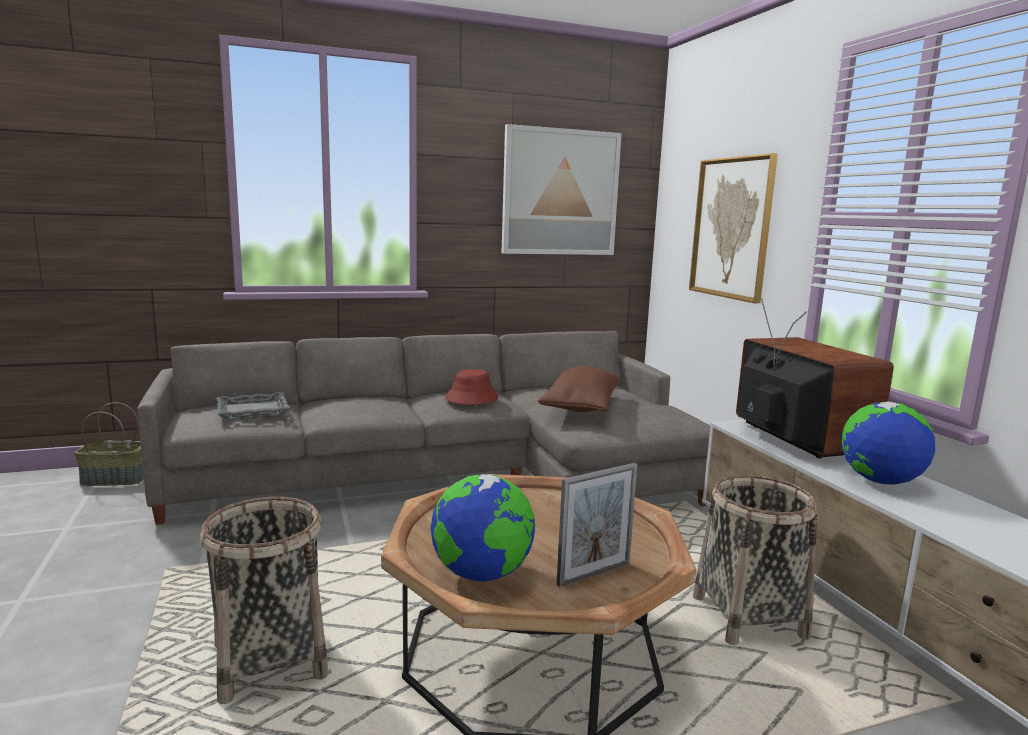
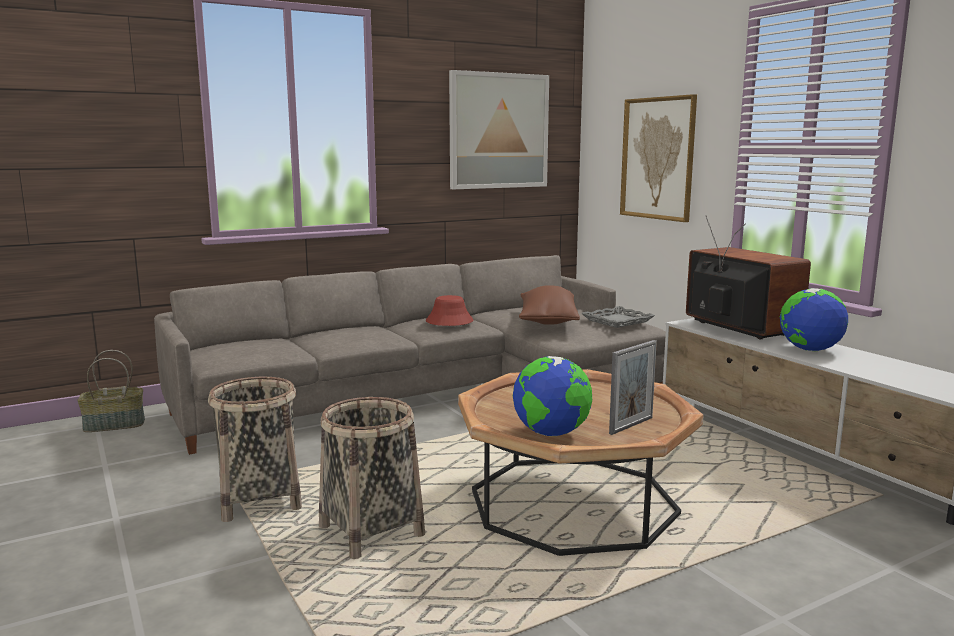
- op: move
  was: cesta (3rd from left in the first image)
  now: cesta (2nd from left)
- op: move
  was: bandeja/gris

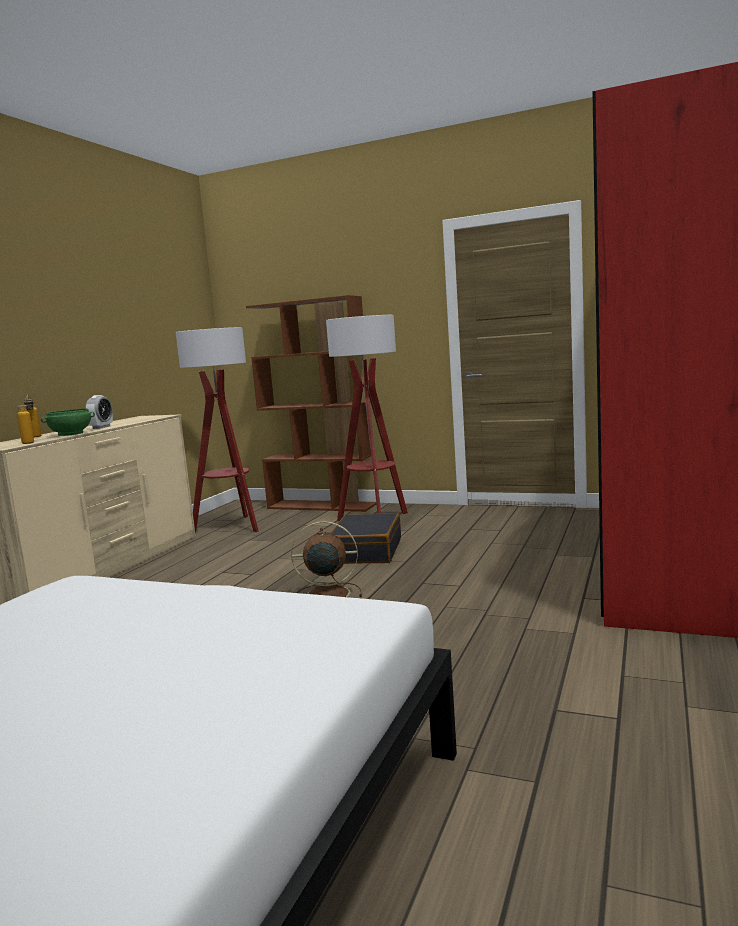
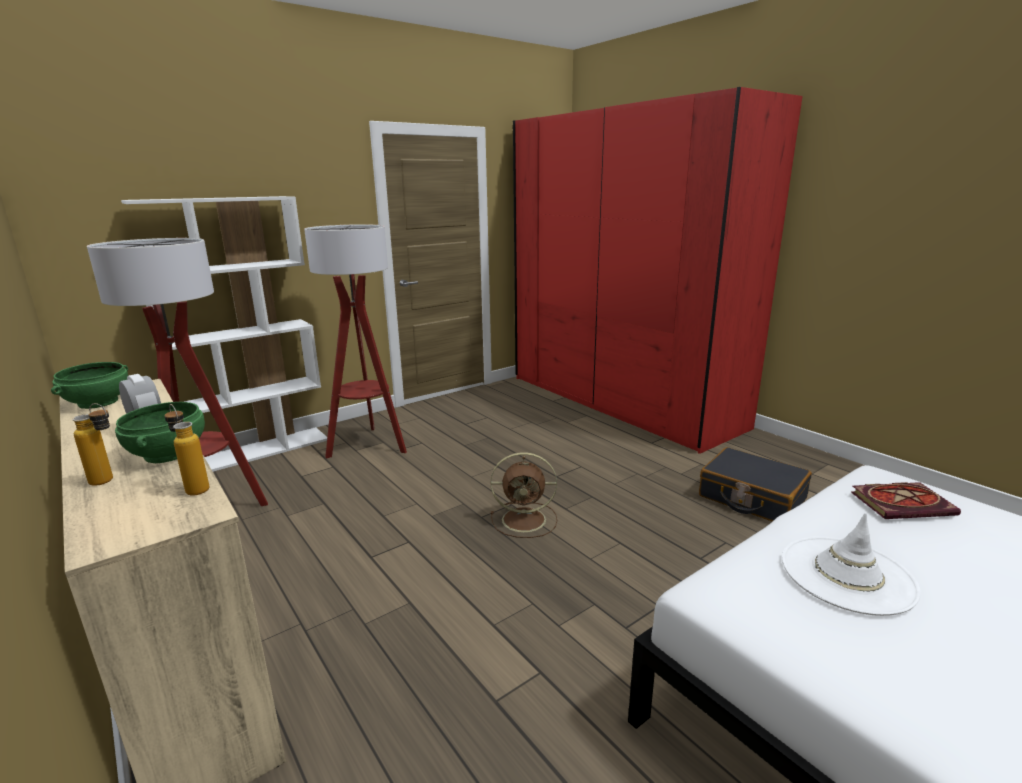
- op: insert
  now: cuenco/verde (1st from left)
- op: recolor
  was: estantería/marrón
  now: estantería/blanco
- op: rotate
  was: ventilador/marrón
  clockwise: -120
- op: move
  was: maleta/negro
- op: insert
  now: sombrero/blanco
- op: insert
  now: libro

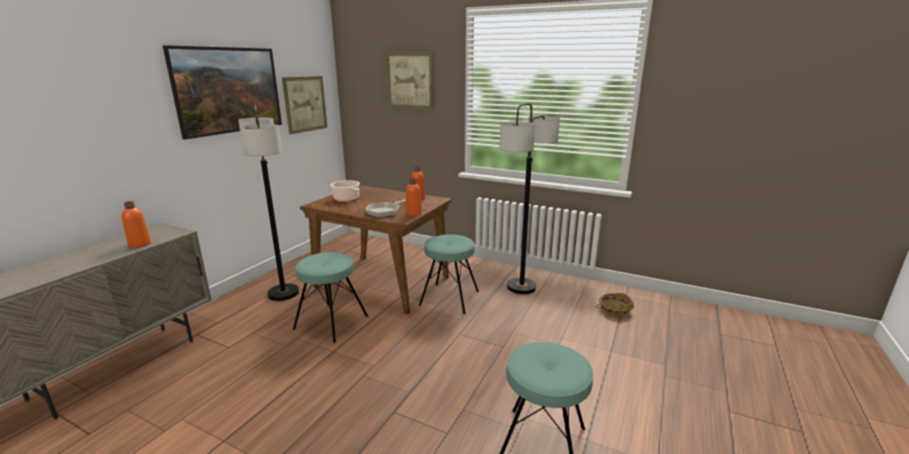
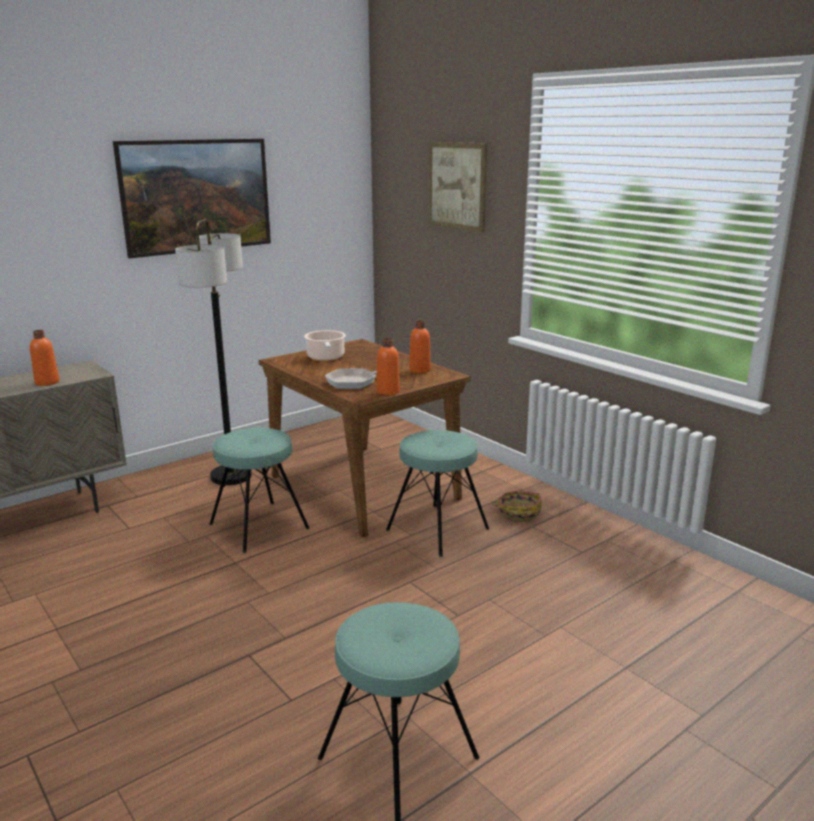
- op: move
  was: cesta
- op: delete
  was: cuadro (2nd from left)
- op: delete
  was: lámpara de pie (2nd from left)

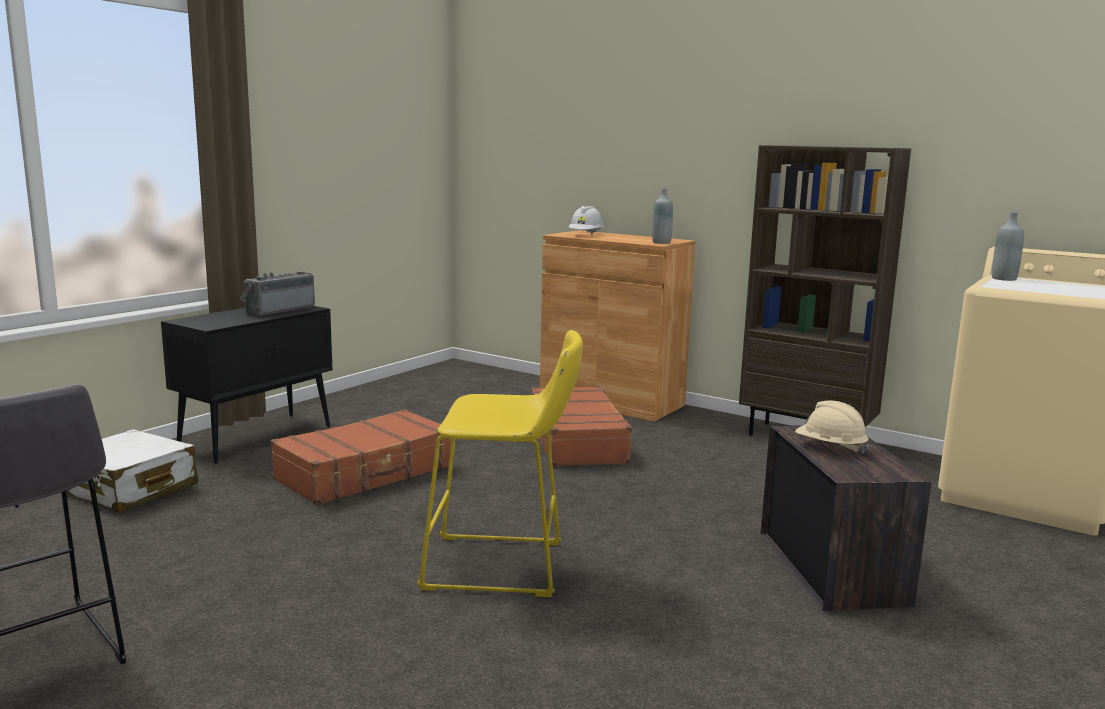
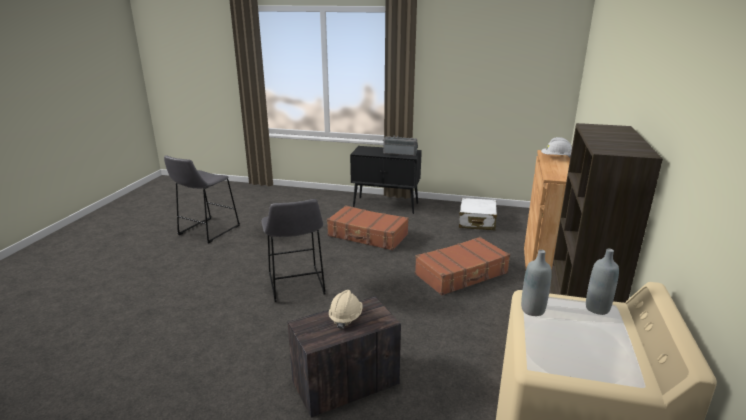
- op: recolor
  was: taburete/amarillo
  now: taburete/gris (2nd from left)
- op: move
  was: maleta/blanco
- op: move
  was: botella/gris (1st from left)

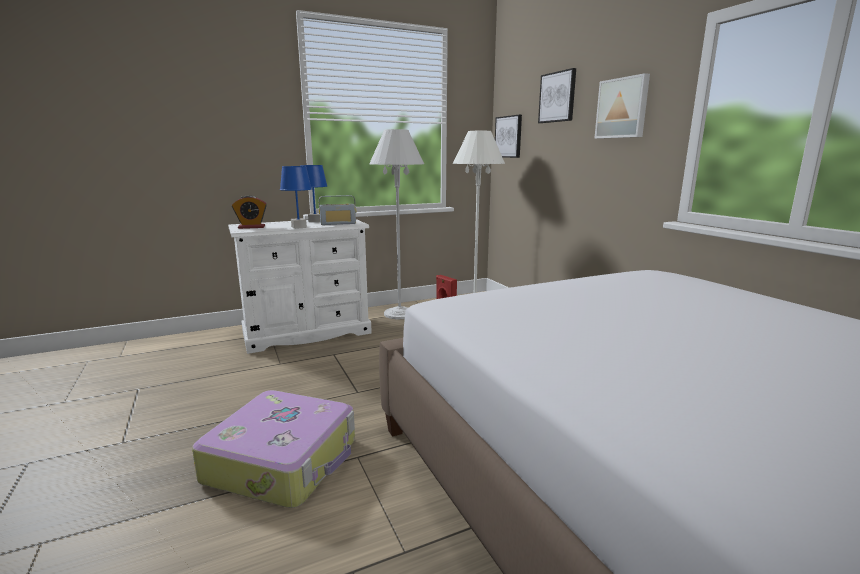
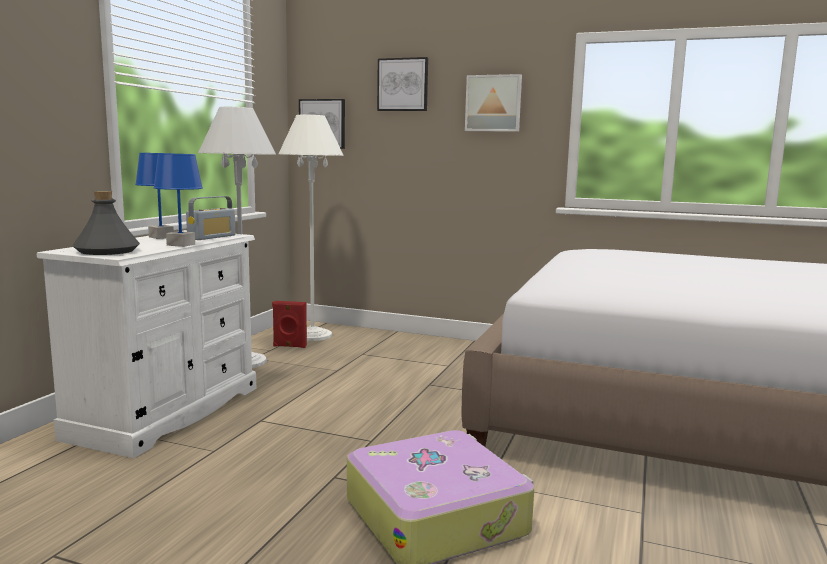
- op: replace
  was: despertador
  now: botella/gris

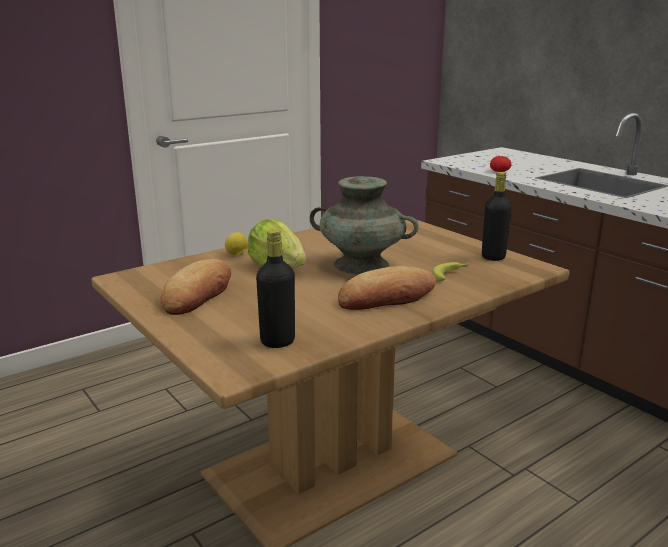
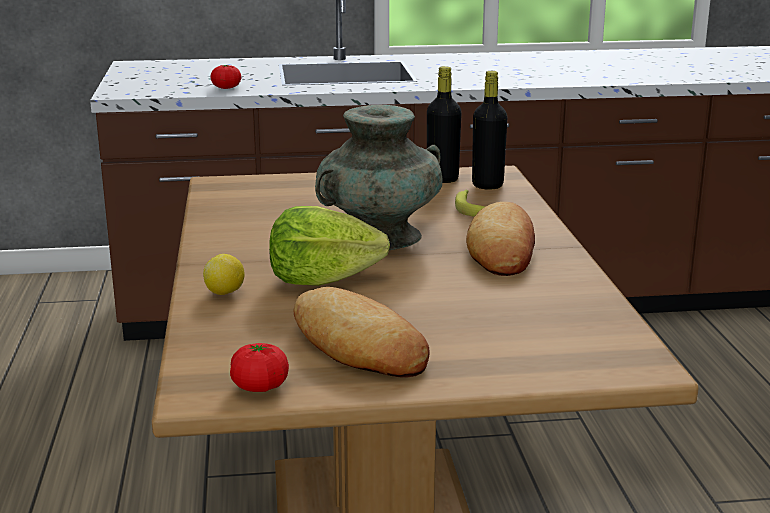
- op: insert
  now: tomate (2nd from left)
- op: move
  was: botella/negro (1st from left in the first image)
  now: botella/negro (2nd from left)

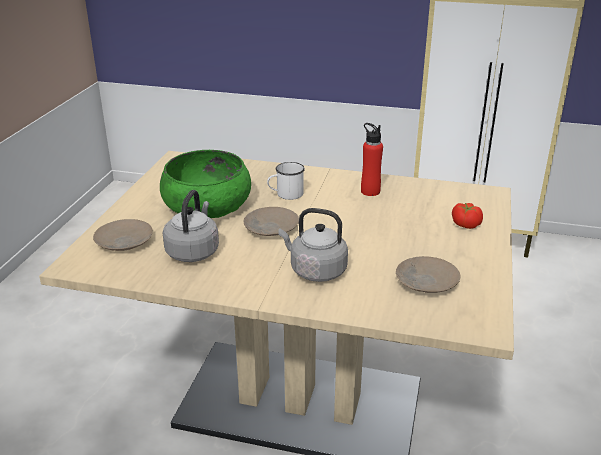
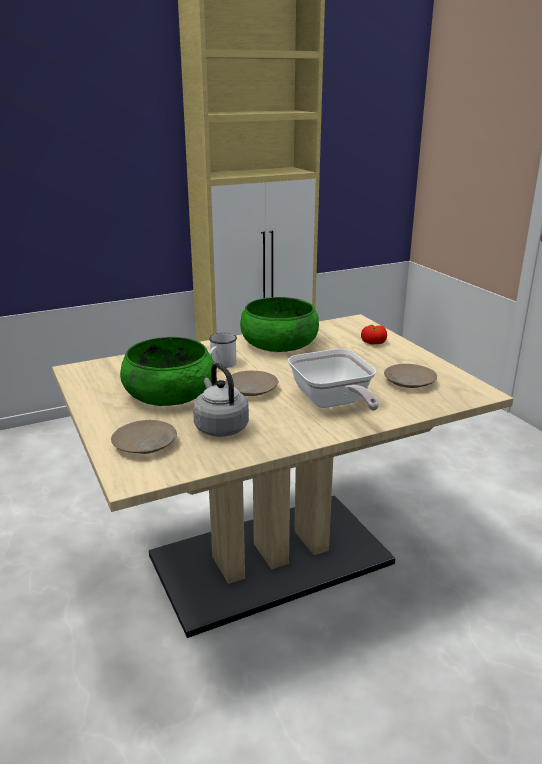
- op: replace
  was: botella/rojo
  now: cuenco/verde (2nd from left)
- op: replace
  was: hervidor/gris (2nd from left)
  now: sartén

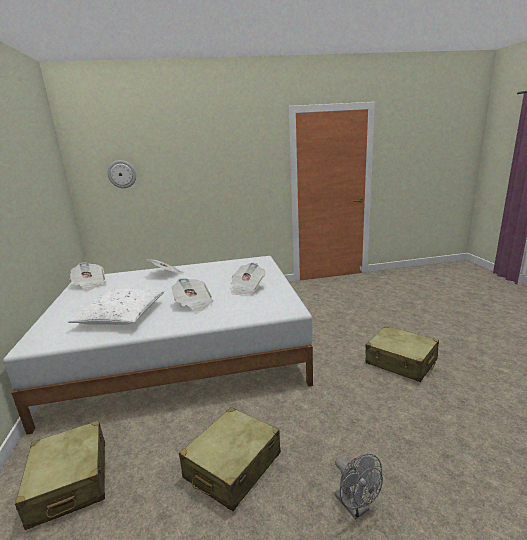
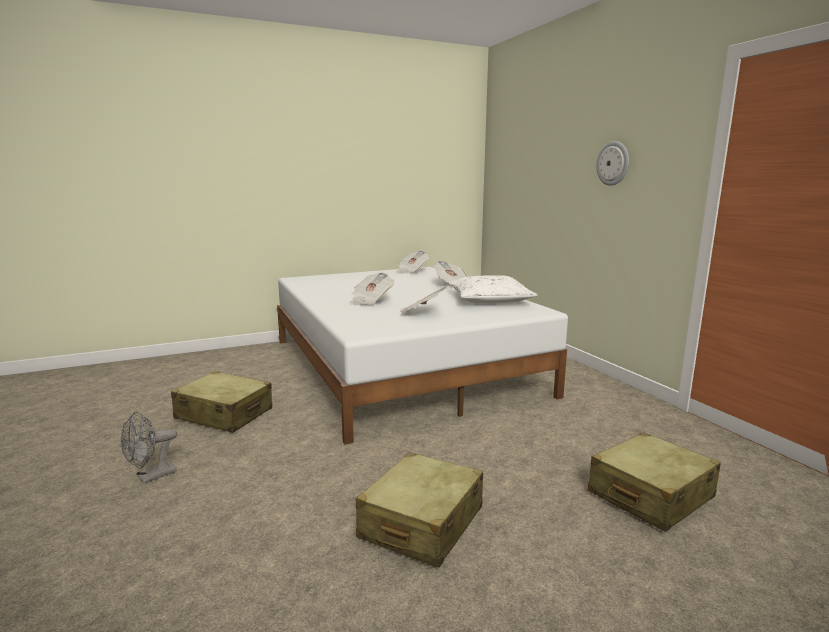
- op: move
  was: cojín/blanco
- op: move
  was: maleta/beis (1st from left in the first image)
  now: maleta/beis (3rd from left)
- op: move
  was: reloj de pared

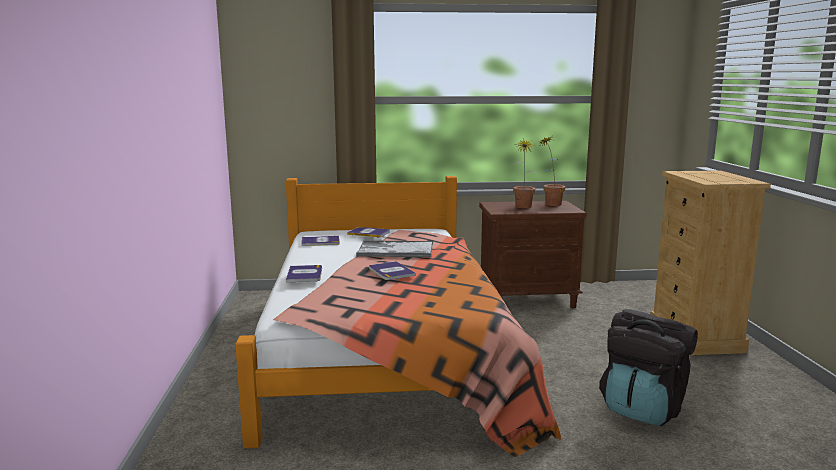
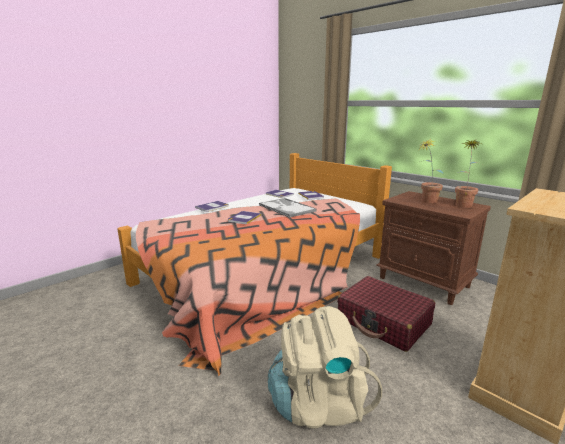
- op: recolor
  was: mochila/negro
  now: mochila/beis
- op: insert
  now: maleta/rojo

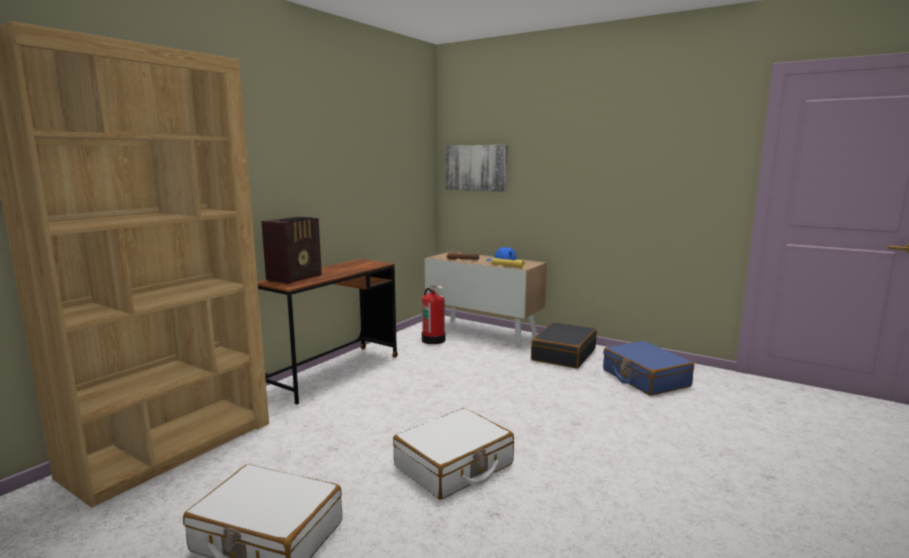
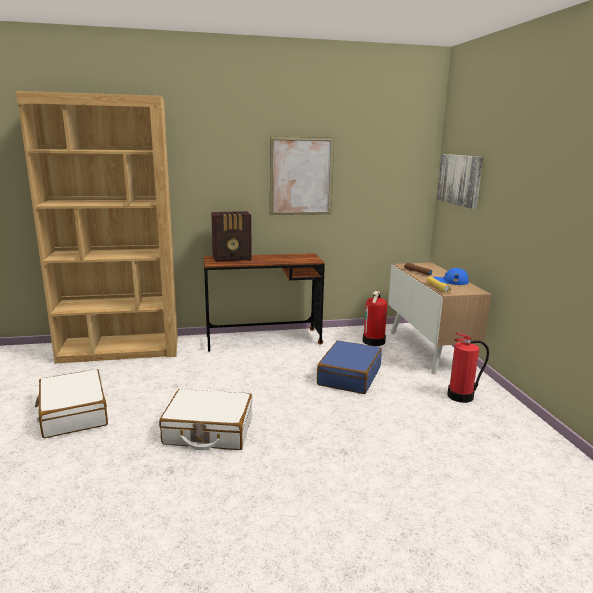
- op: insert
  now: cuadro (1st from left)
- op: move
  was: maleta/azul
- op: replace
  was: maleta/negro
  now: extintor (2nd from left)

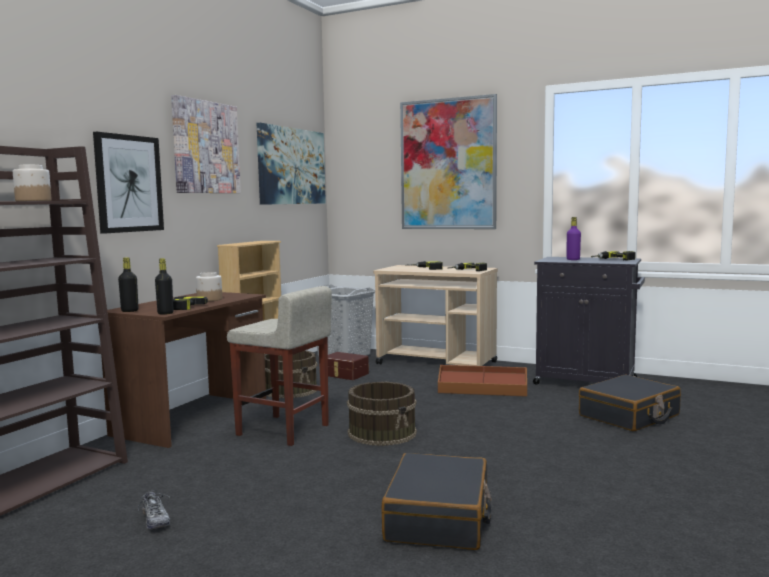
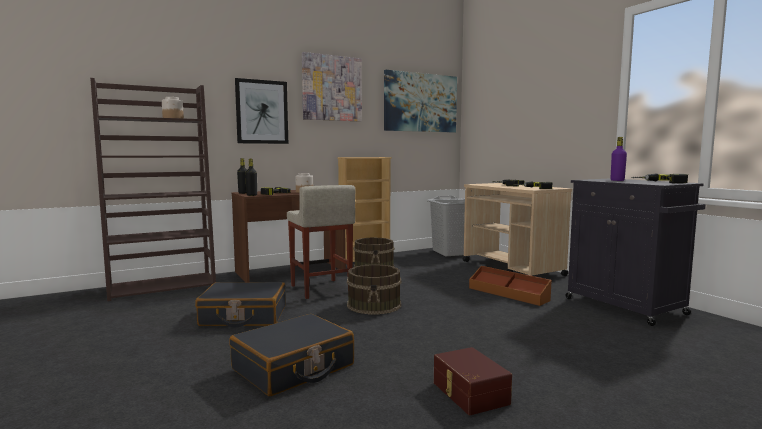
- op: move
  was: maleta/negro (2nd from left in the first image)
  now: maleta/negro (1st from left)
- op: move
  was: caja de almacenaje/marrón (1st from left)
- op: delete
  was: zapato
- op: delete
  was: cuadro (4th from left)

